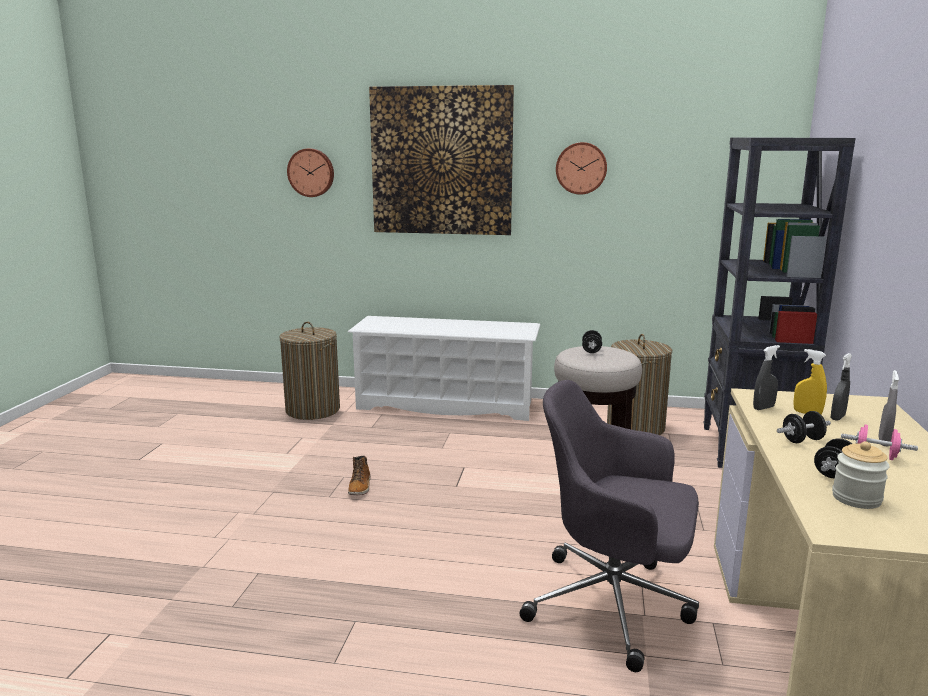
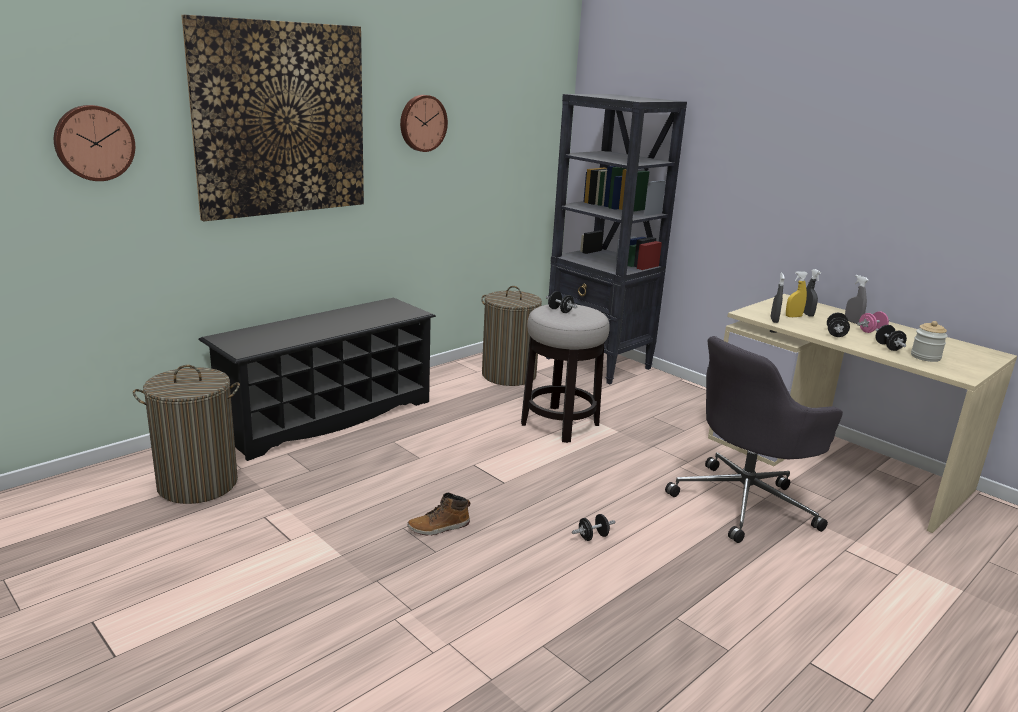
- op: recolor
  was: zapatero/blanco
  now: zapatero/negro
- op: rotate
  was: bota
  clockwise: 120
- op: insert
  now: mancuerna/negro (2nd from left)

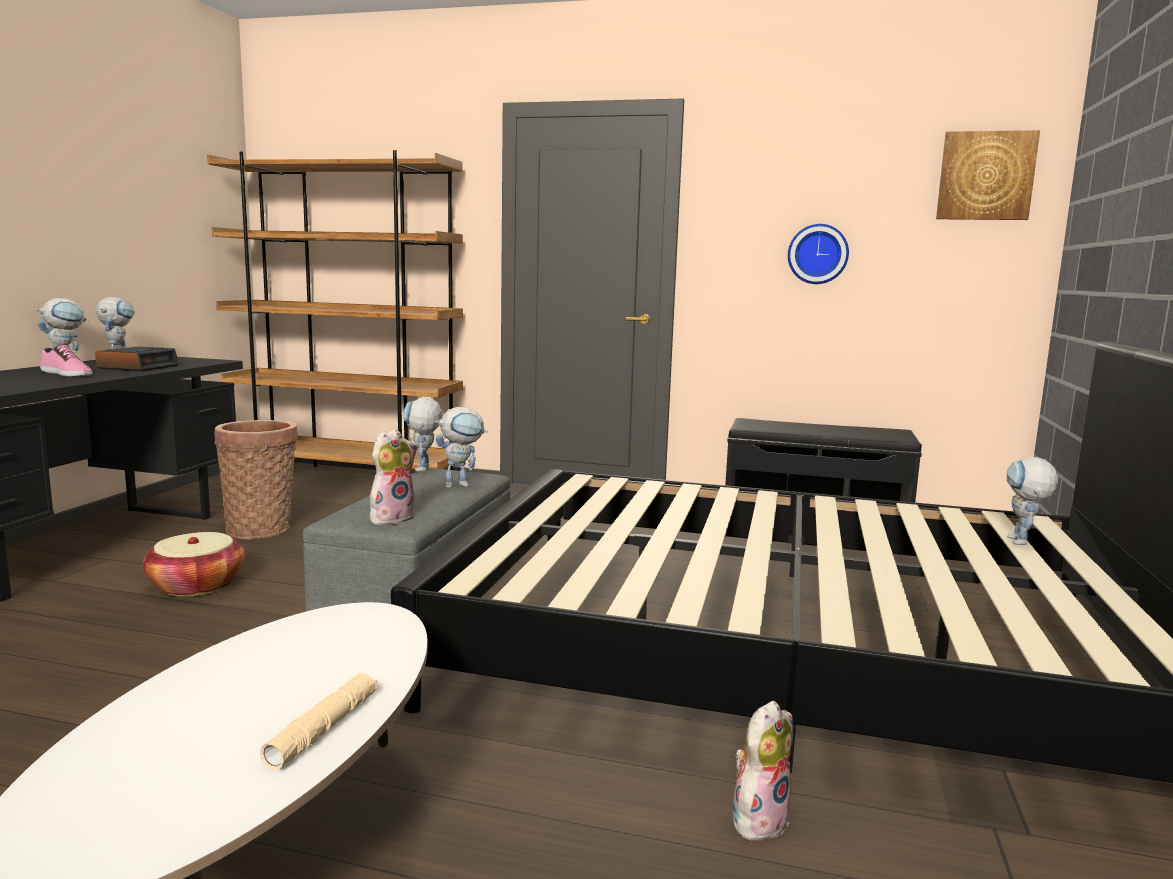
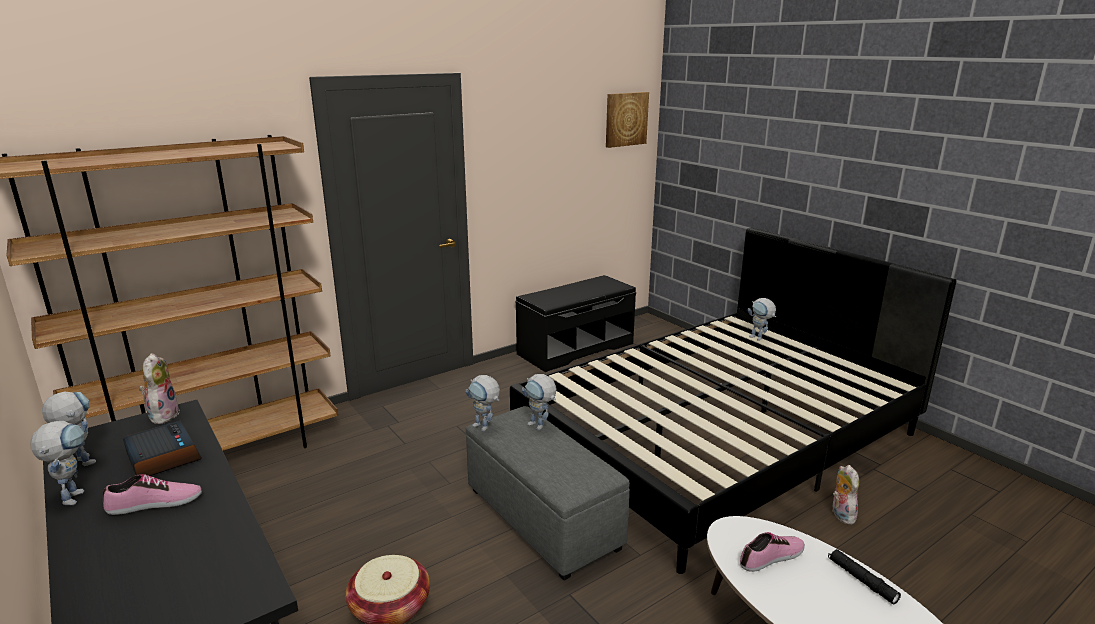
- op: move
  was: peluche (1st from left)
- op: rotate
  was: robot de juguete (4th from left)
  clockwise: 120
- op: insert
  now: zapato (2nd from left)
- op: recolor
  was: linterna/beis
  now: linterna/negro
- op: delete
  was: cesta (2nd from left)
- op: delete
  was: reloj de pared

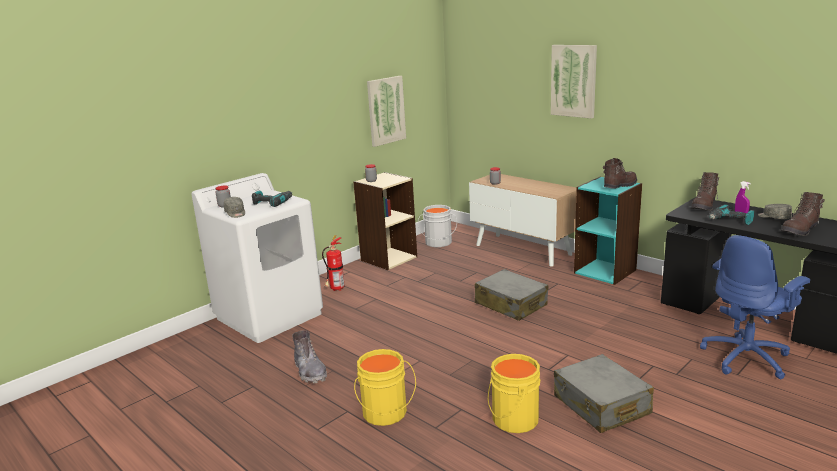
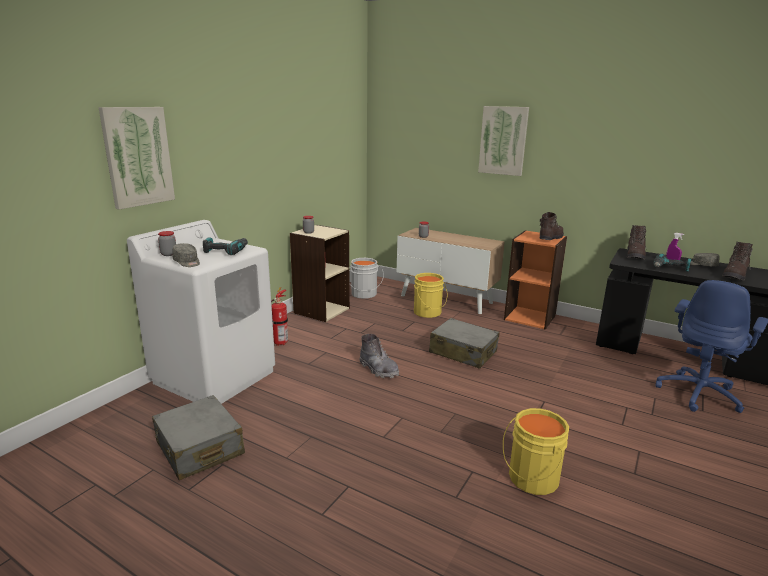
- op: move
  was: cuadro (1st from left)
- op: move
  was: maleta/gris (2nd from left in the first image)
  now: maleta/gris (1st from left)
- op: move
  was: bota/gris
- op: move
  was: cubo/amarillo (1st from left)
- op: recolor
  was: estantería/turquesa
  now: estantería/naranja

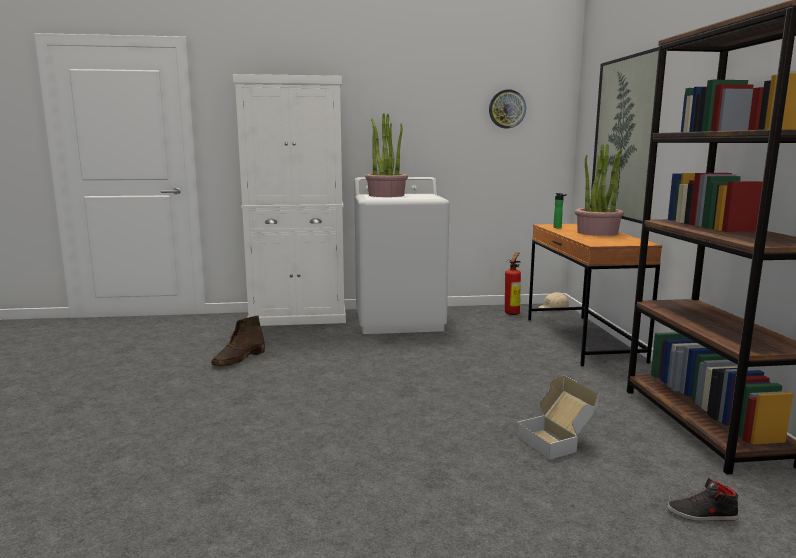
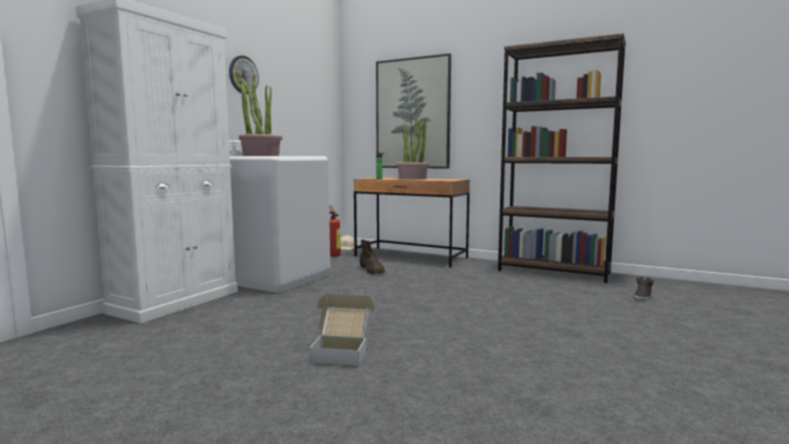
- op: move
  was: reloj de pared
- op: move
  was: caja de cartón
- op: move
  was: bota/marrón

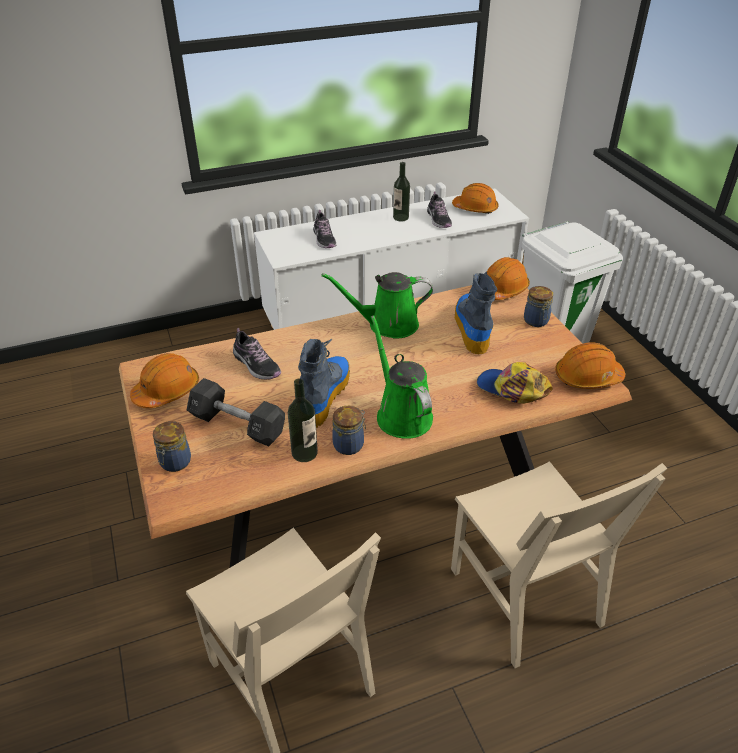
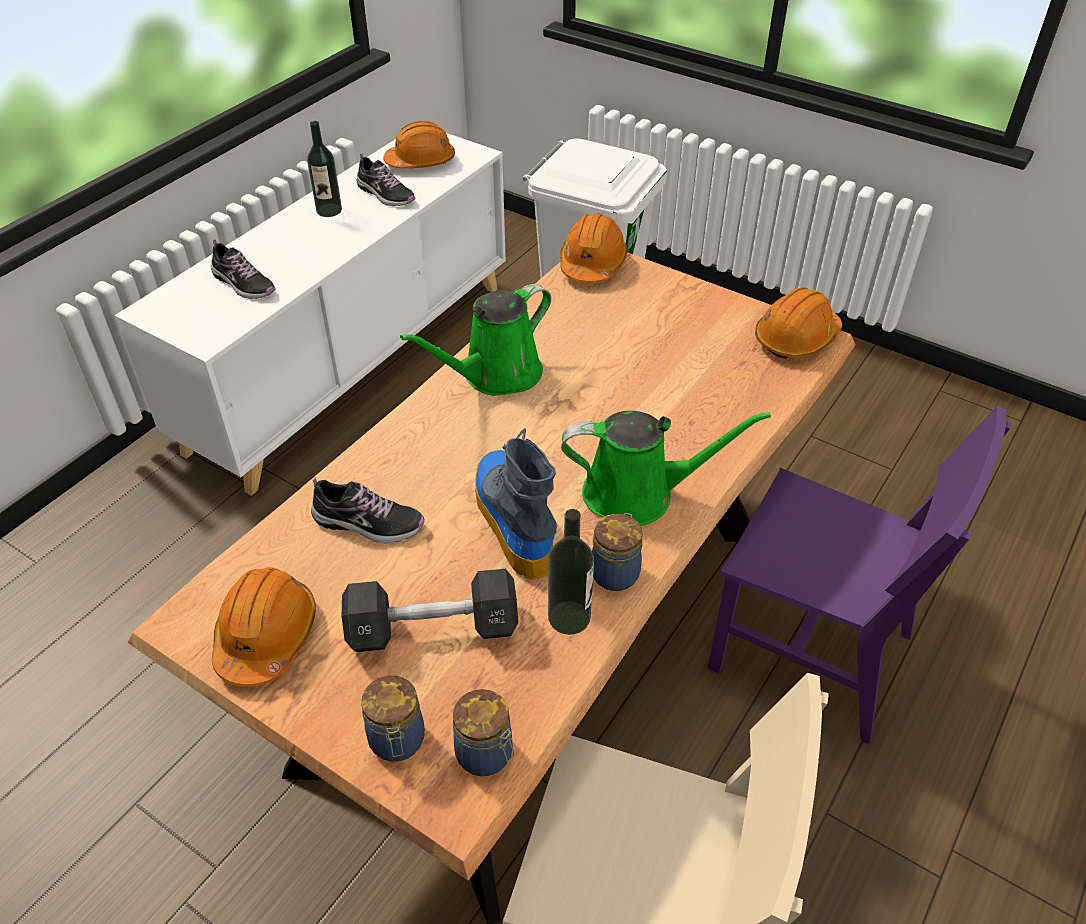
- op: move
  was: tarro (3rd from left in the first image)
  now: tarro (2nd from left)
- op: rotate
  was: regadera/verde (2nd from left)
  clockwise: 150
- op: recolor
  was: silla/beis (2nd from left)
  now: silla/morado
- op: delete
  was: bota (2nd from left)
- op: delete
  was: gorra

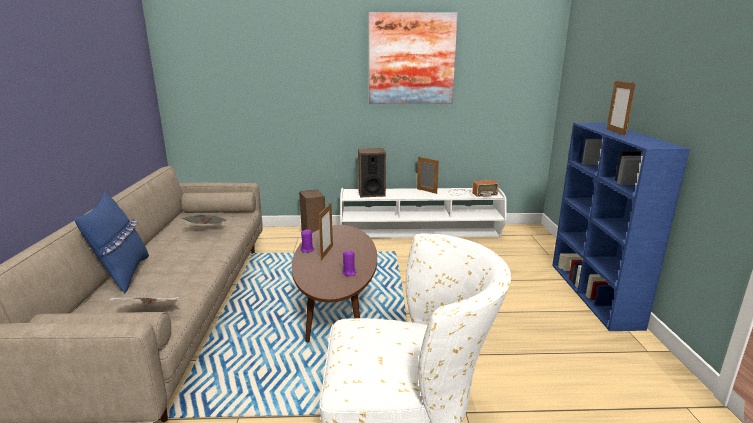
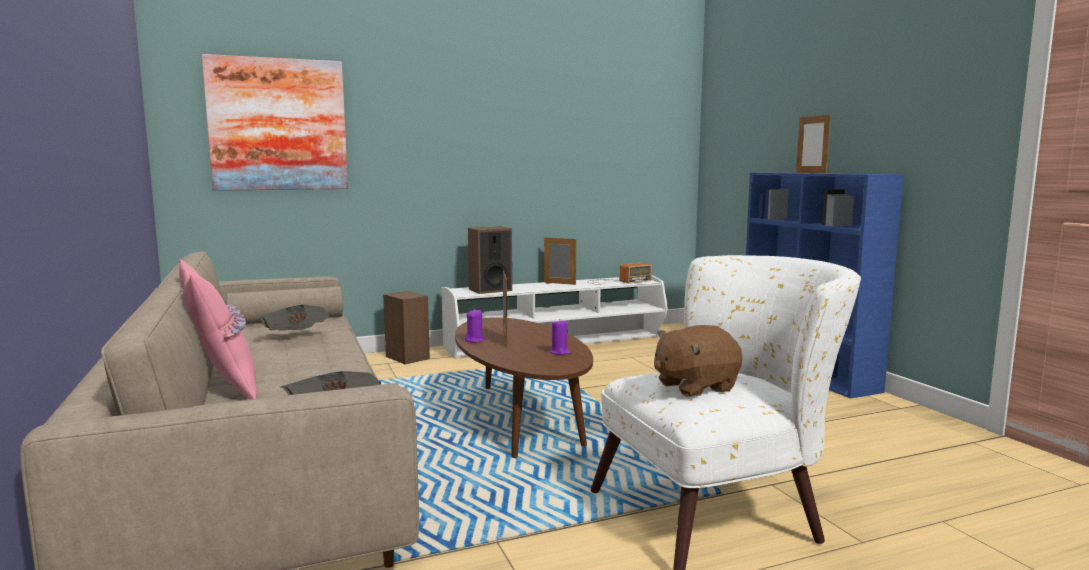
- op: recolor
  was: cojín/azul
  now: cojín/rosa
- op: move
  was: cuadro
- op: insert
  now: peluche/marrón

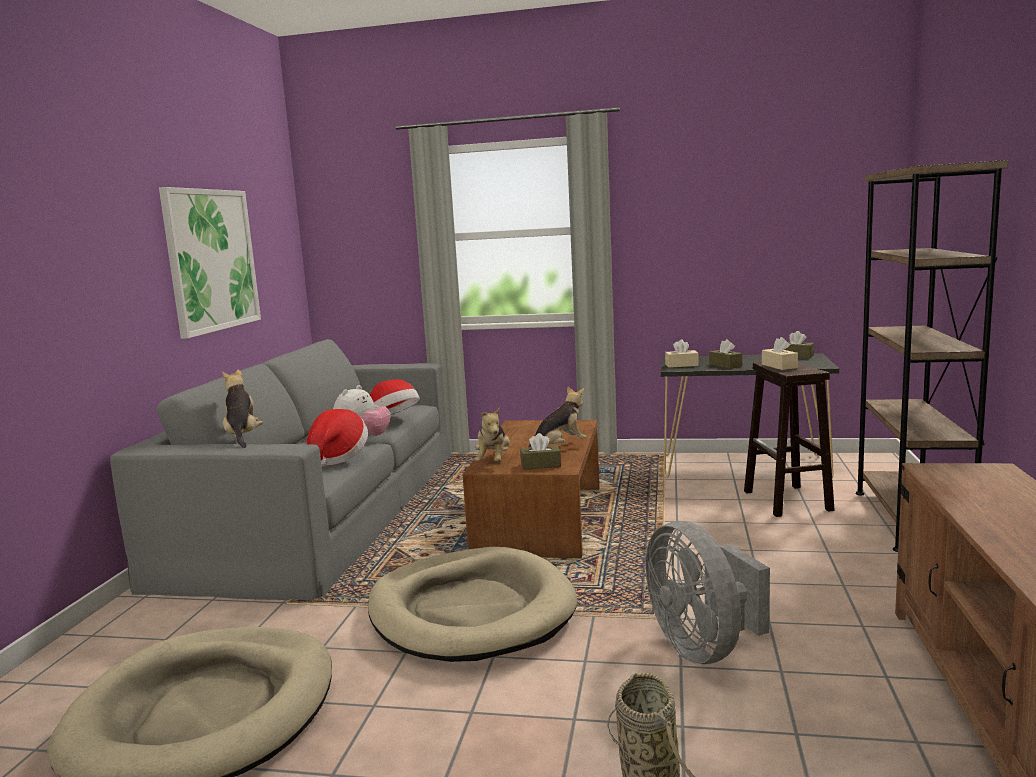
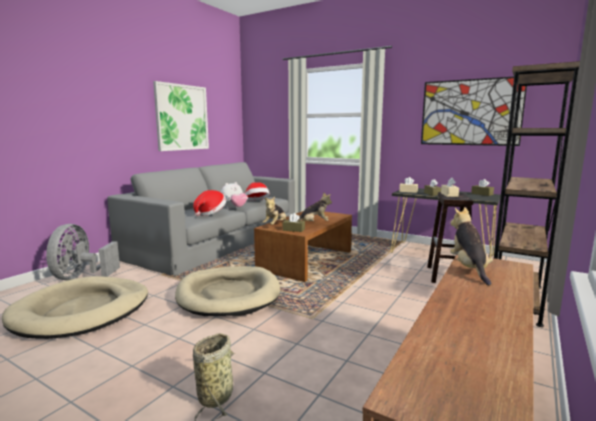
- op: move
  was: ventilador/gris
- op: insert
  now: cuadro (2nd from left)
- op: move
  was: peluche (1st from left in the first image)
  now: peluche (4th from left)

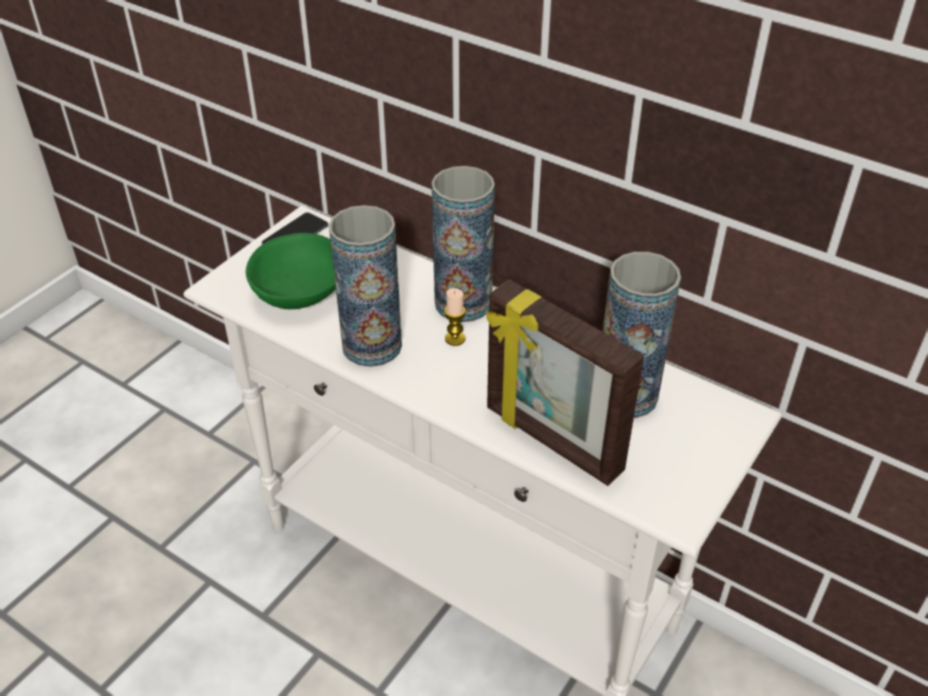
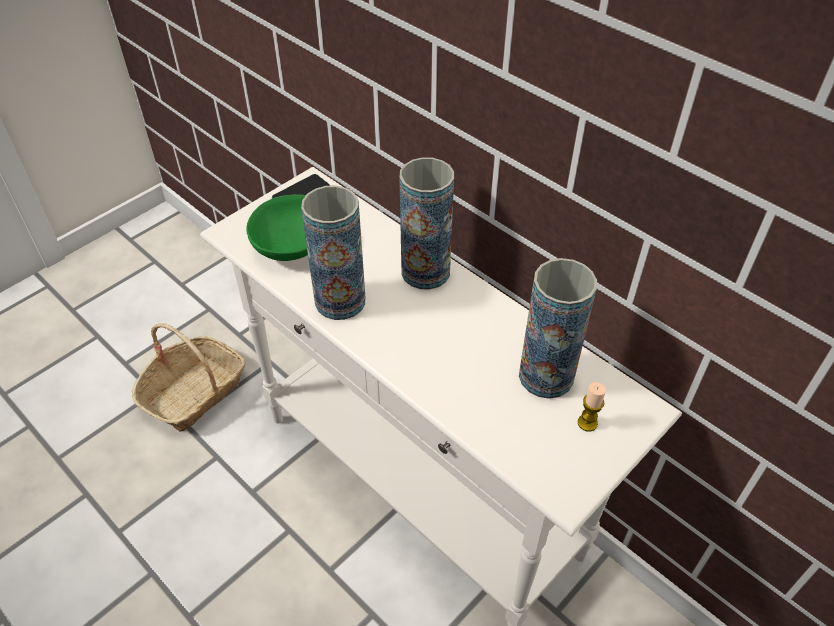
- op: insert
  now: cesta
- op: move
  was: vela
- op: delete
  was: portarretratos

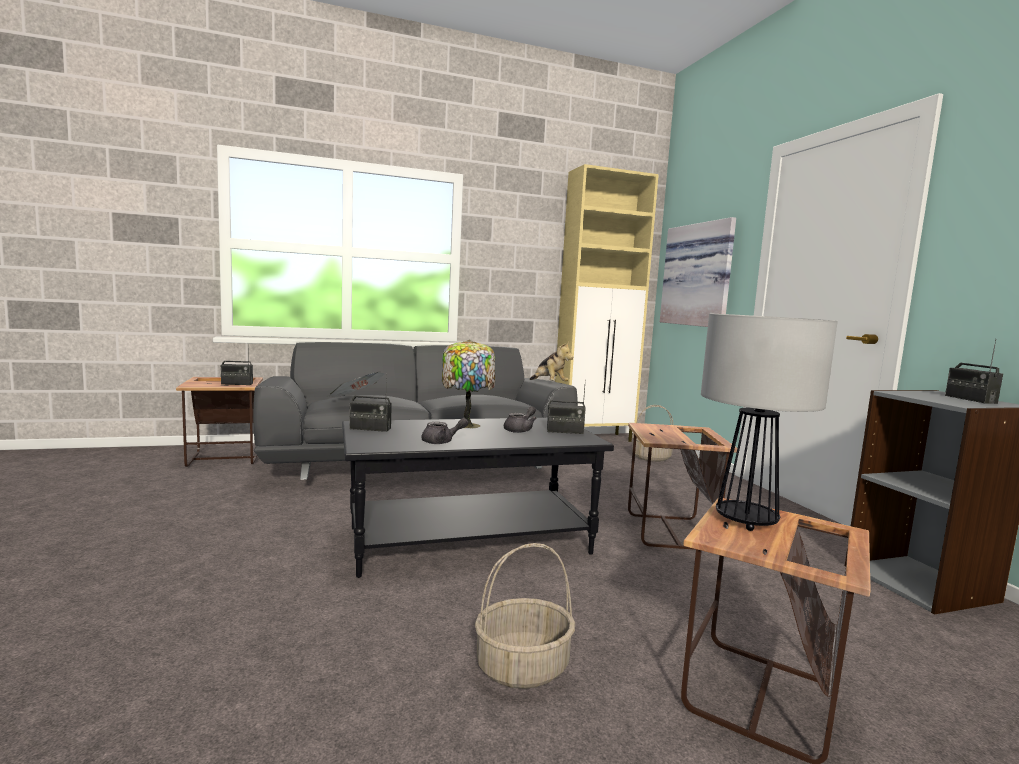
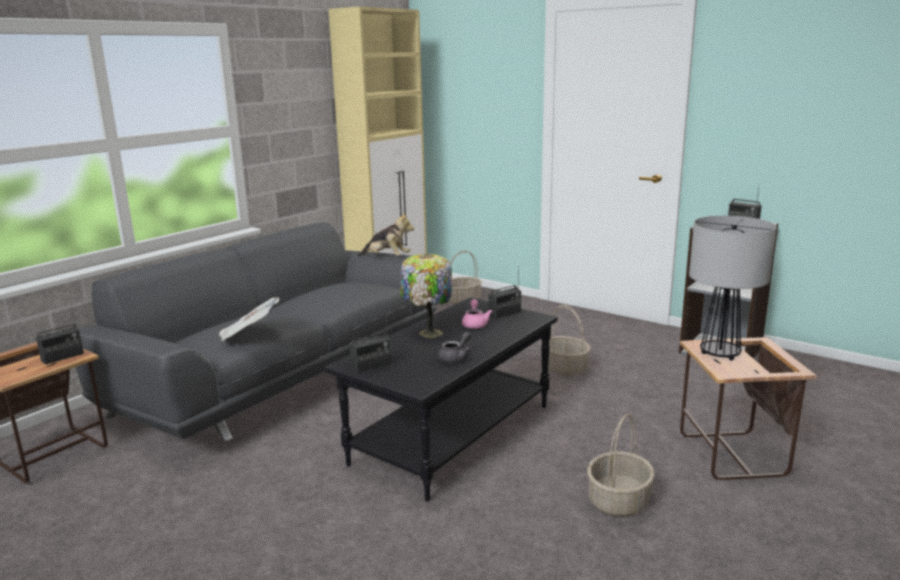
- op: recolor
  was: tetera/gris (2nd from left)
  now: tetera/rosa
- op: replace
  was: mesa auxiliar (2nd from left)
  now: cesta (2nd from left)
- op: delete
  was: cuadro

